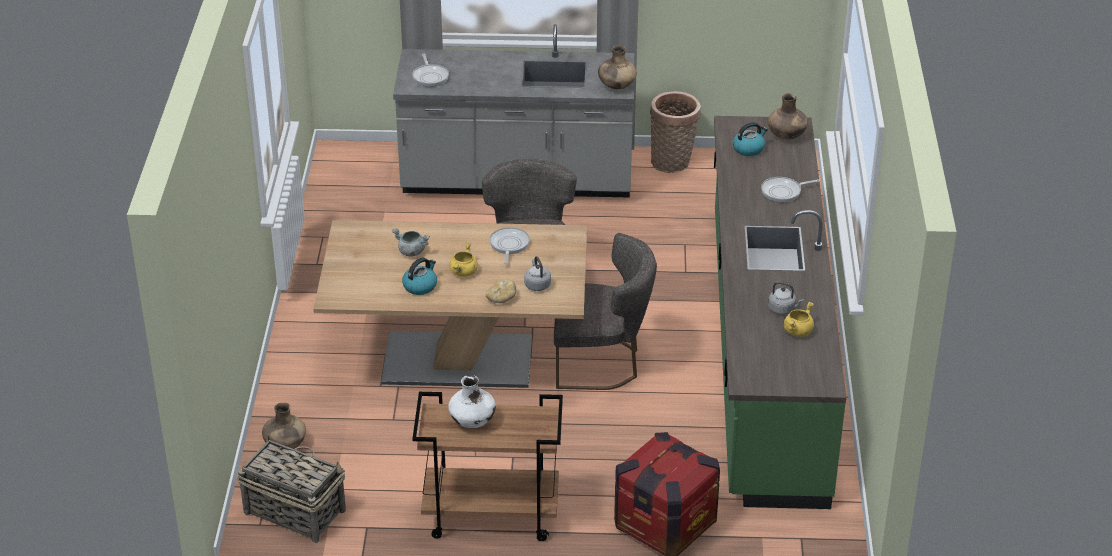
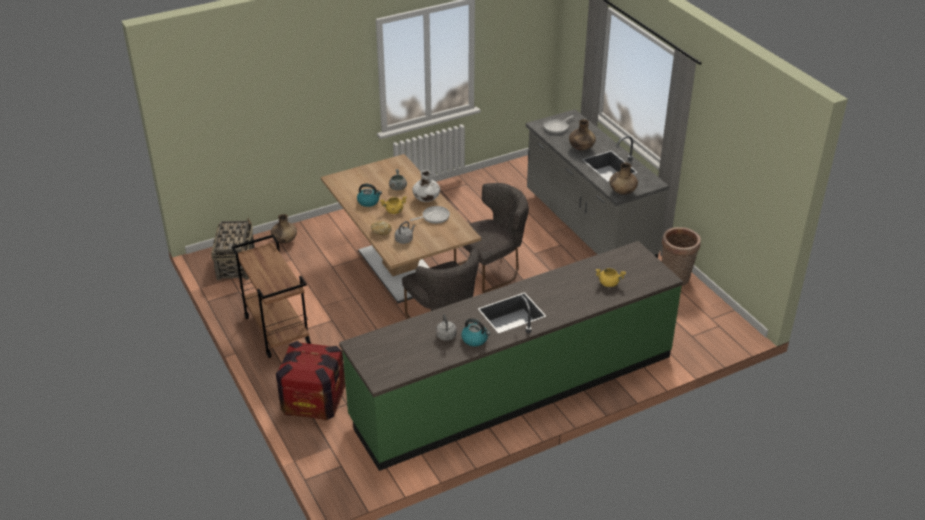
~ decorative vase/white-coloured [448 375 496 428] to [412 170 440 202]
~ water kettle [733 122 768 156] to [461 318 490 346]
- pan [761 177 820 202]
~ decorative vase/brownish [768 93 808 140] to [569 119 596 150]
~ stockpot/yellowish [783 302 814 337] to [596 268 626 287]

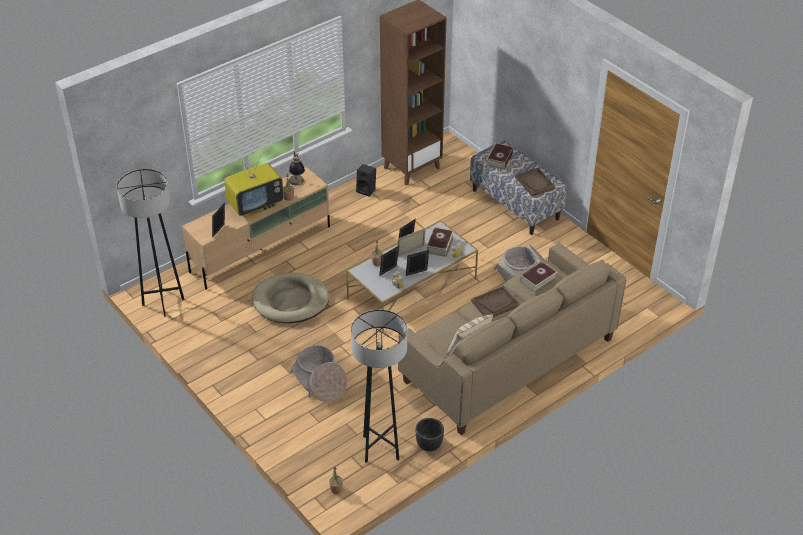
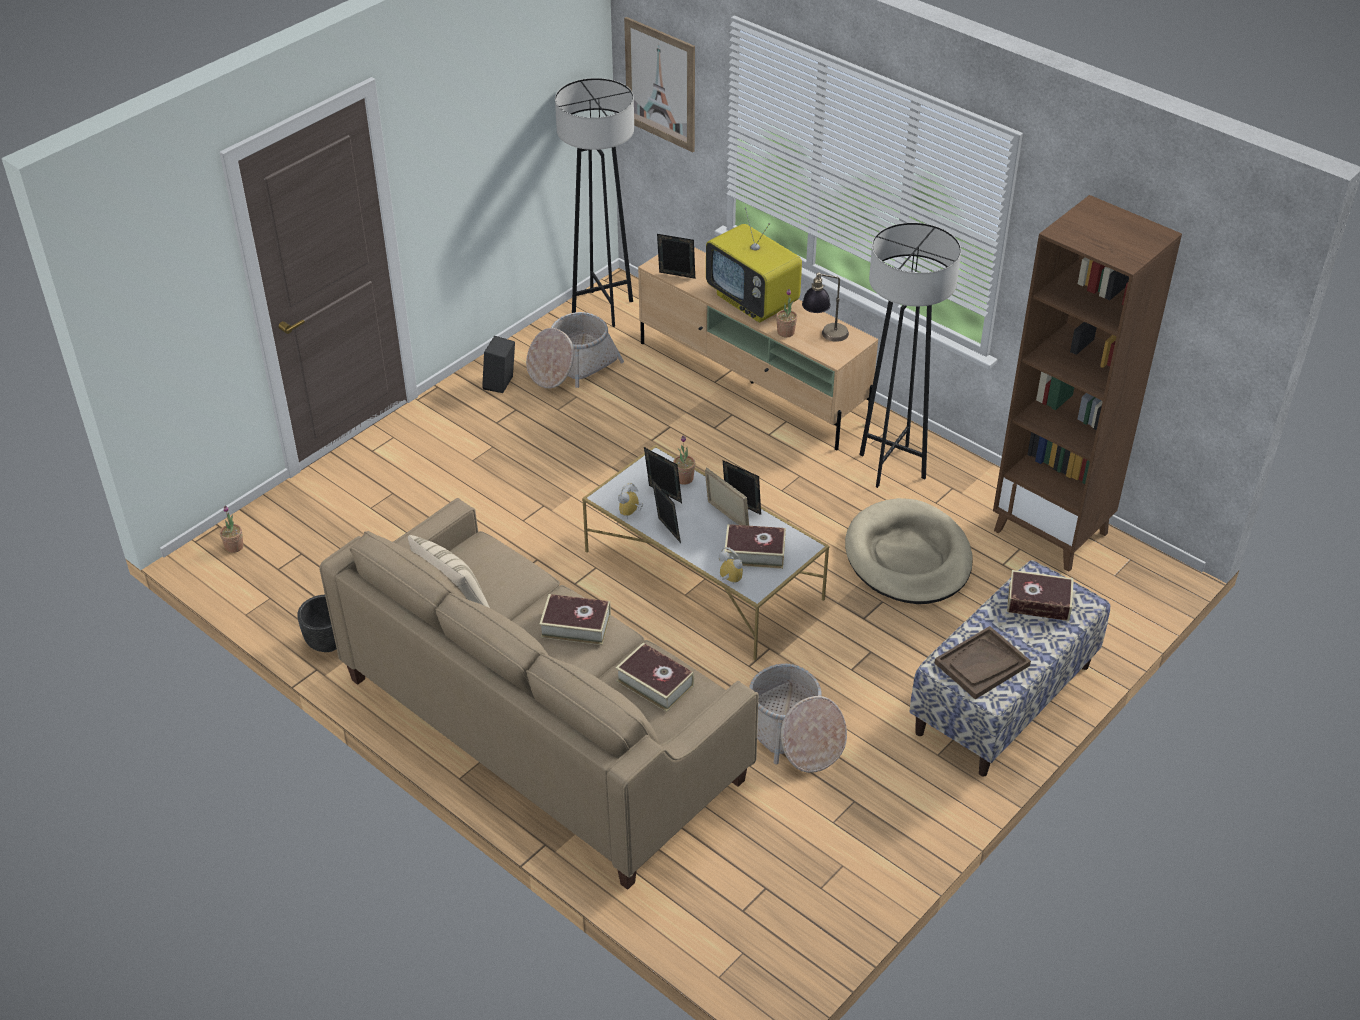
~ pet bed/sand-coloured [252 273 329 323] to [845 498 973 604]
~ storage basket [290 345 347 402] to [526 312 624 388]
~ standard lamp/gray [351 310 407 462] to [859 223 961 488]
~ speaker/black-coloured [356 164 376 197] to [482 336 515 393]
~ tray/brownish [471 286 519 317] to book [539 594 611 645]
+ wall art [624 17 695 152]

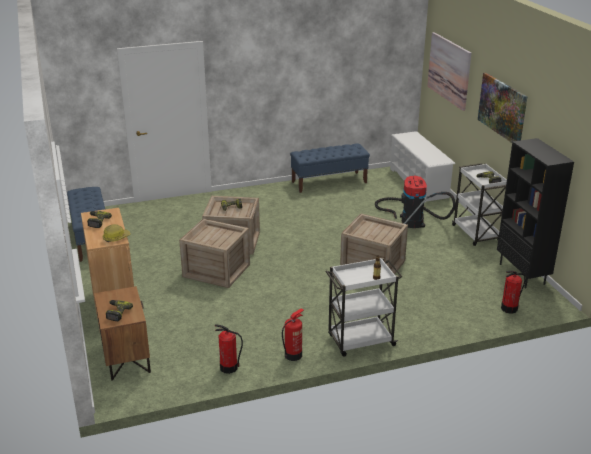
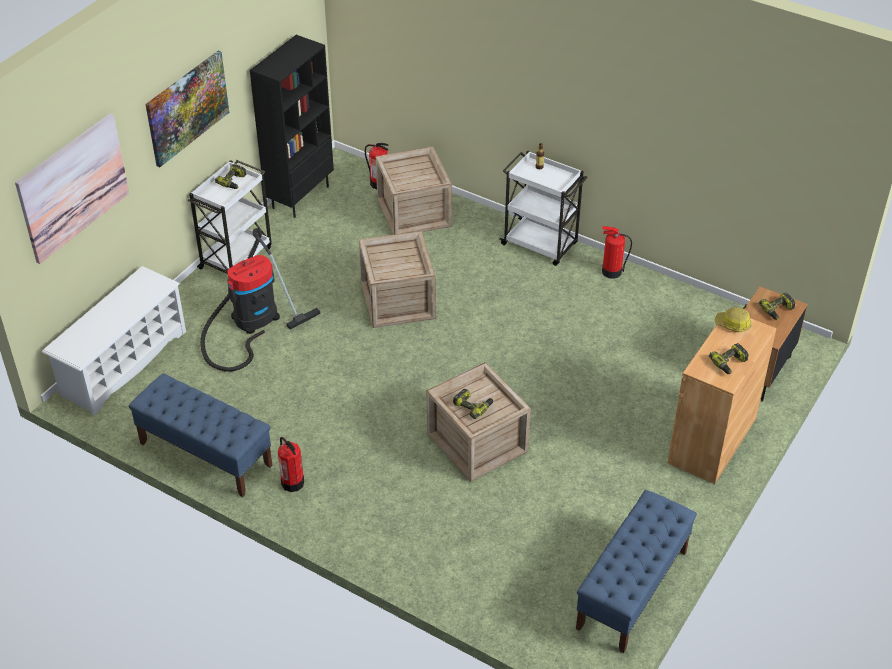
~ crate [179 219 250 288] to [376 146 452 235]
~ extinguisher [215 324 243 374] to [278 437 304 492]

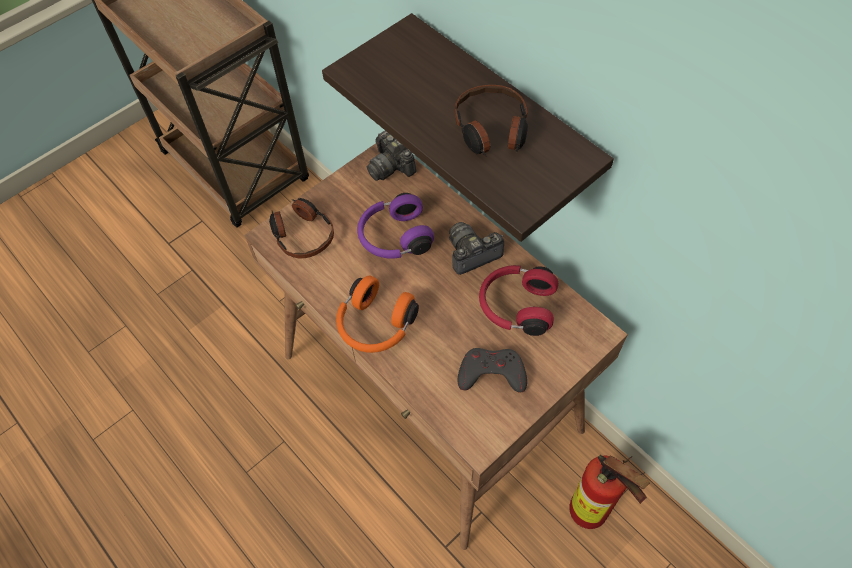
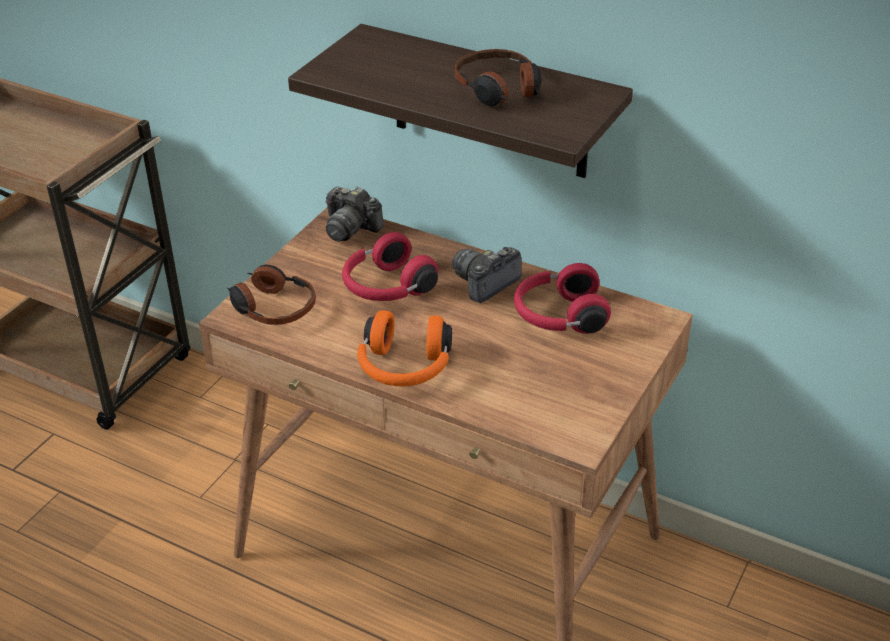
~ headphones/purple-coloured [357 193 434 259] to headphones/red [342 232 438 301]
- joypad/gray [458 348 527 392]
- extinguisher [569 455 650 529]

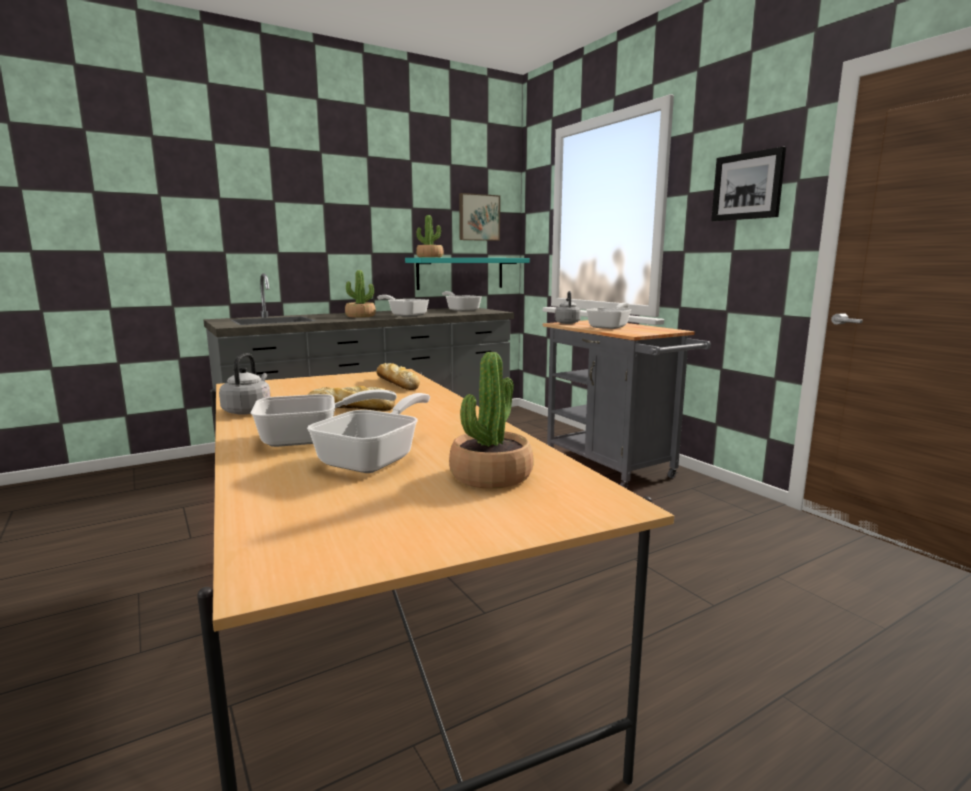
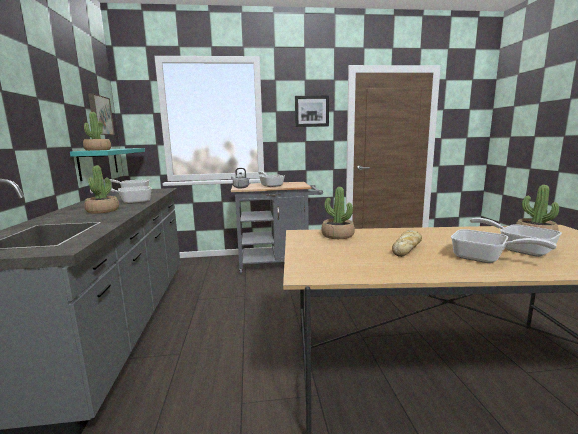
- water kettle/gray [219 353 270 415]
~ pan [251 389 397 447] = [451 229 557 263] 120 degrees clockwise
~ bread [376 363 420 390] to potted plant [322 187 355 239]

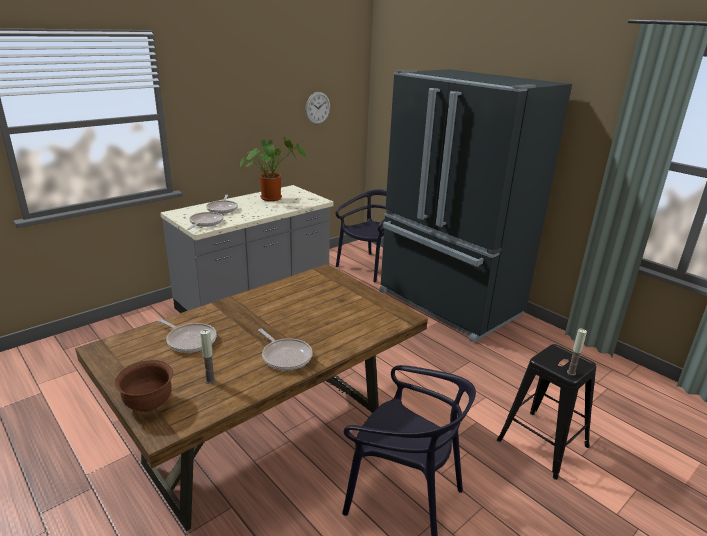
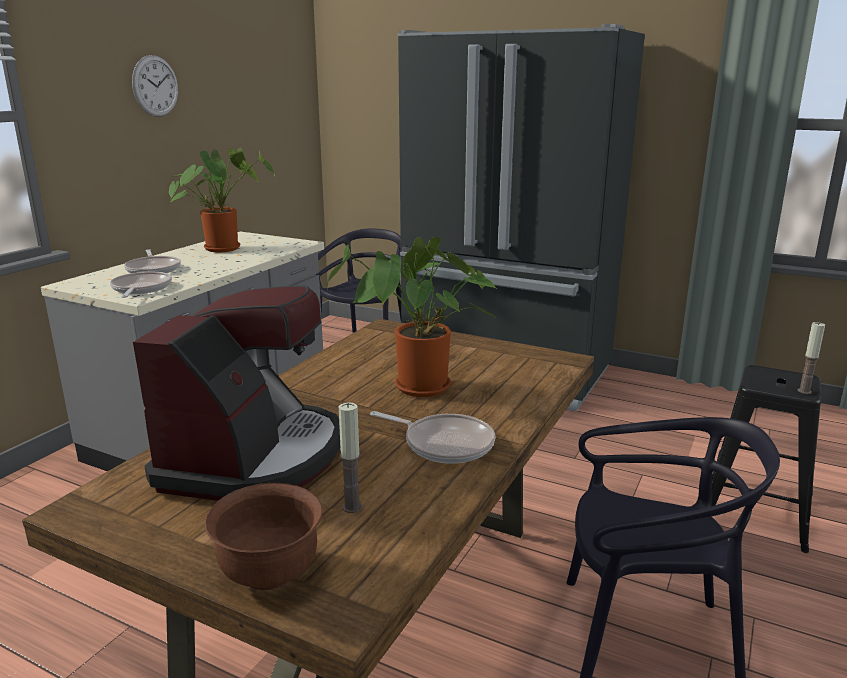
~ pan [157 319 217 353] to coffee machine [133 285 340 501]
~ wall clock [305 92 330 124] to [132 55 178 117]
+ potted plant [327 237 499 397]

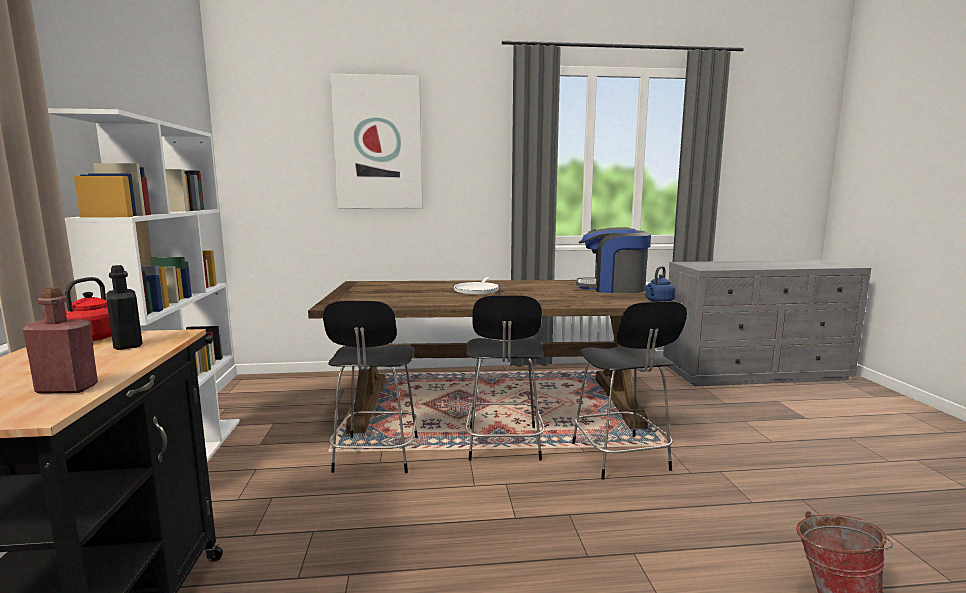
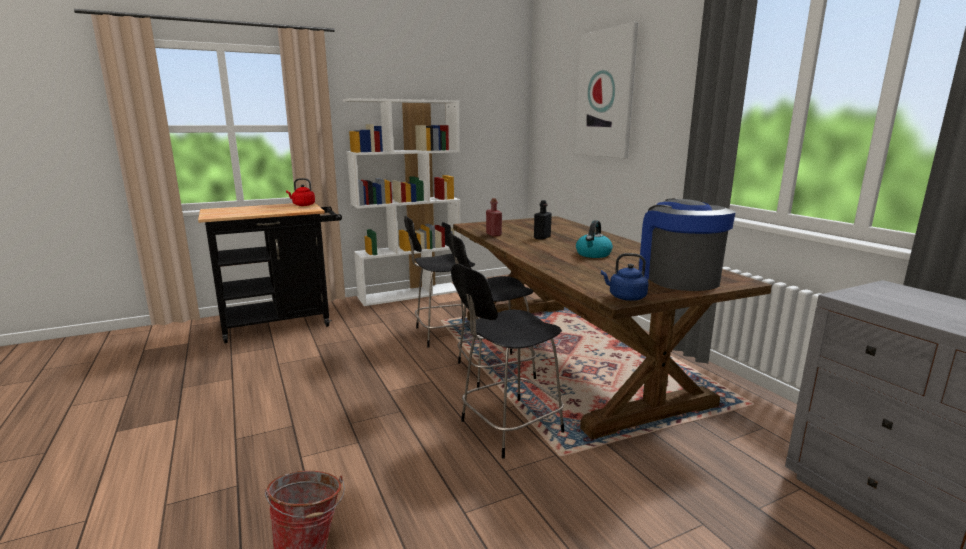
~ beverage bottle/red [22 287 98 394] to [486 198 502 237]
~ beverage bottle/black-coloured [106 265 143 350] to [534 200 552 240]
- pan/white-coloured [453 277 499 295]
+ water kettle [576 220 613 258]

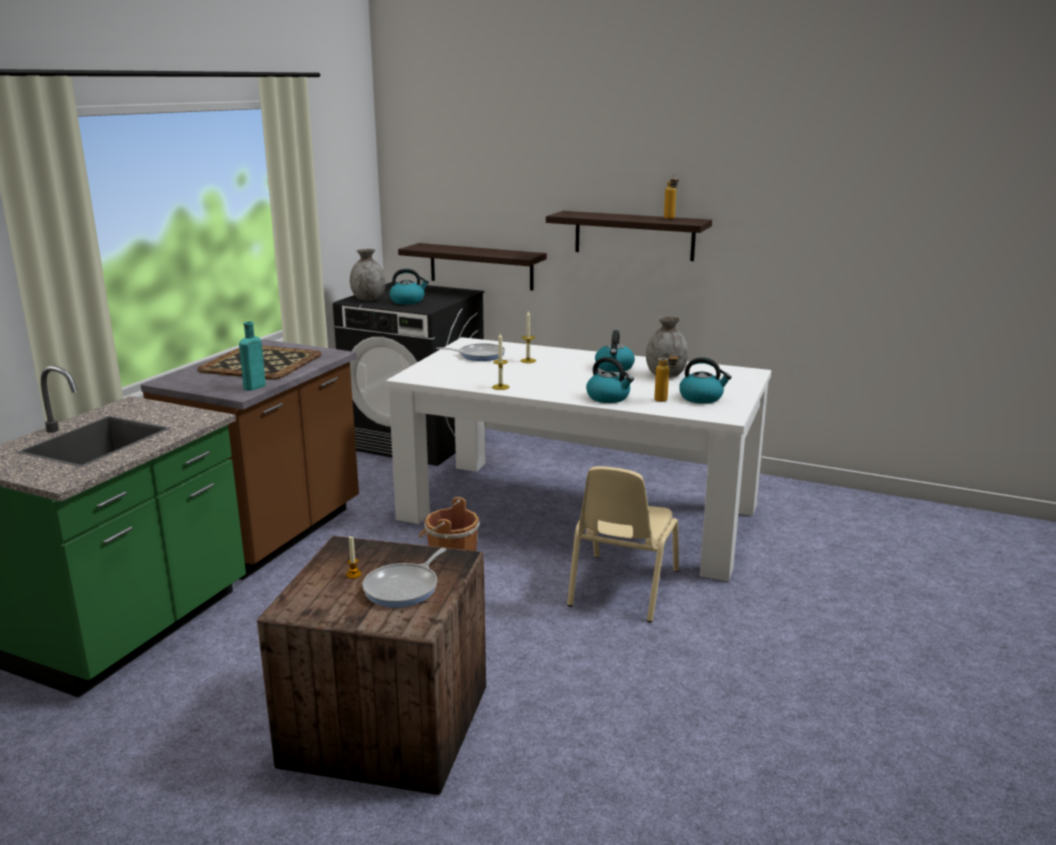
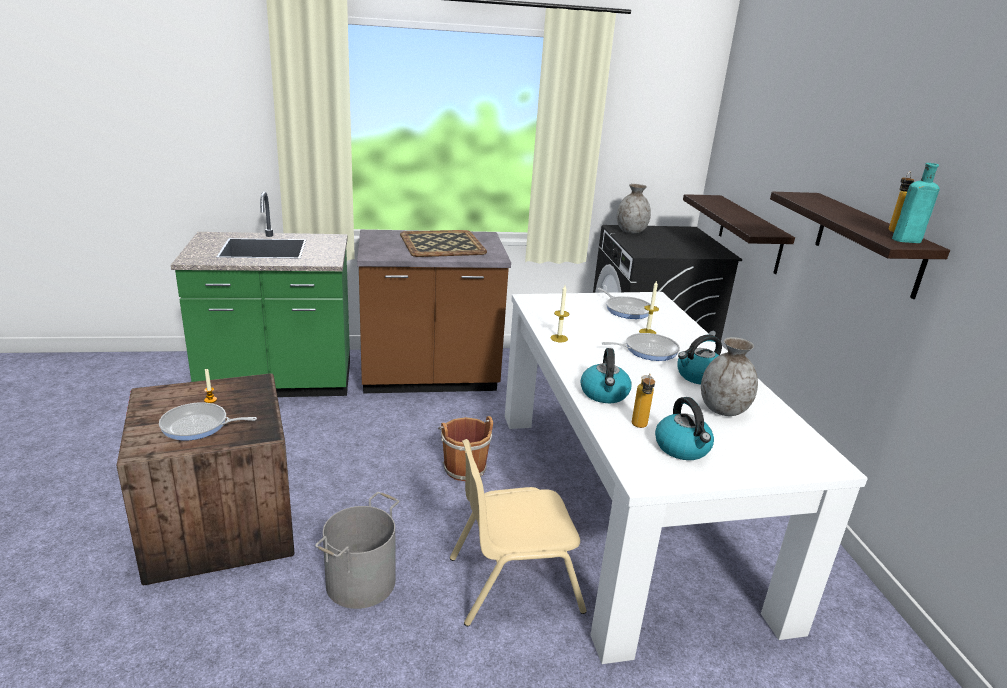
~ beverage bottle/blue-green [239 321 266 391] to [892 163 940 243]
- water kettle [389 268 429 304]
+ bucket/gray [315 492 399 609]
+ pan [602 333 680 361]

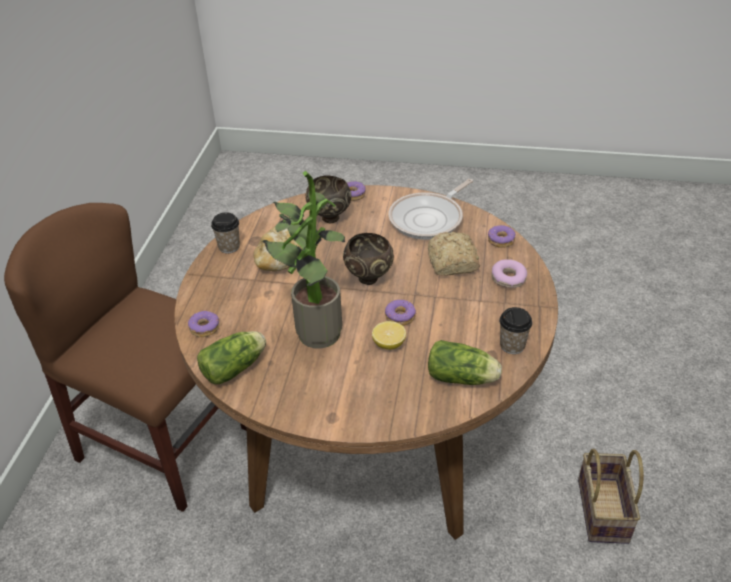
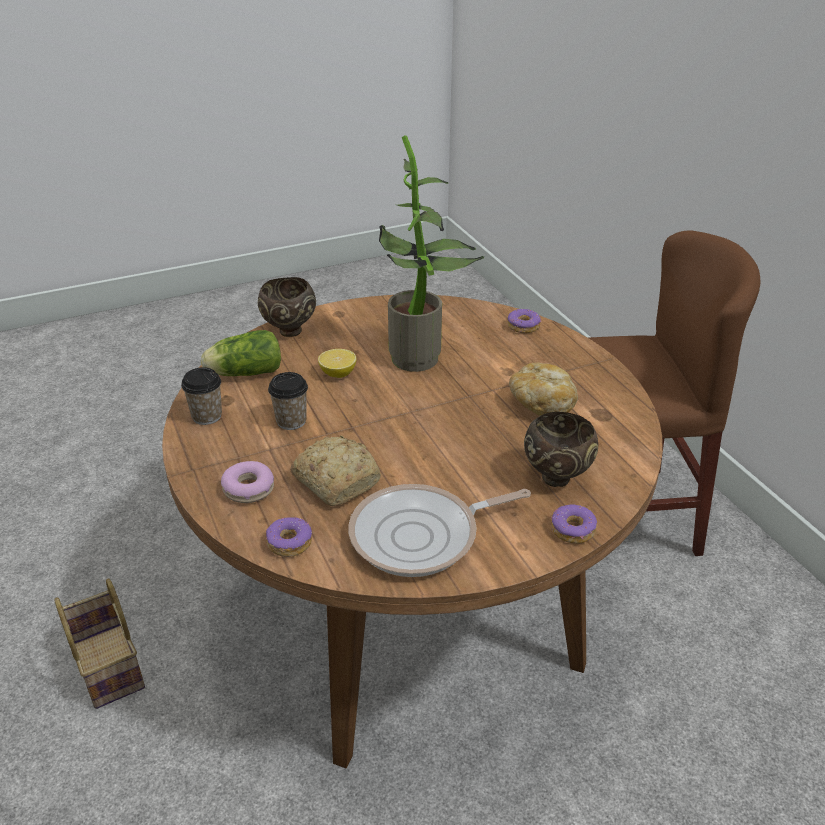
- lettuce head [197 331 266 384]
~ drinking cup [211 212 240 253] to [268 372 308 430]
~ serving bowl/brownish [343 233 394 285] to [258 277 316 337]
- doughnut [385 299 416 326]
~ pan [388 179 473 240] = [348 484 531 577] 120 degrees counterclockwise

